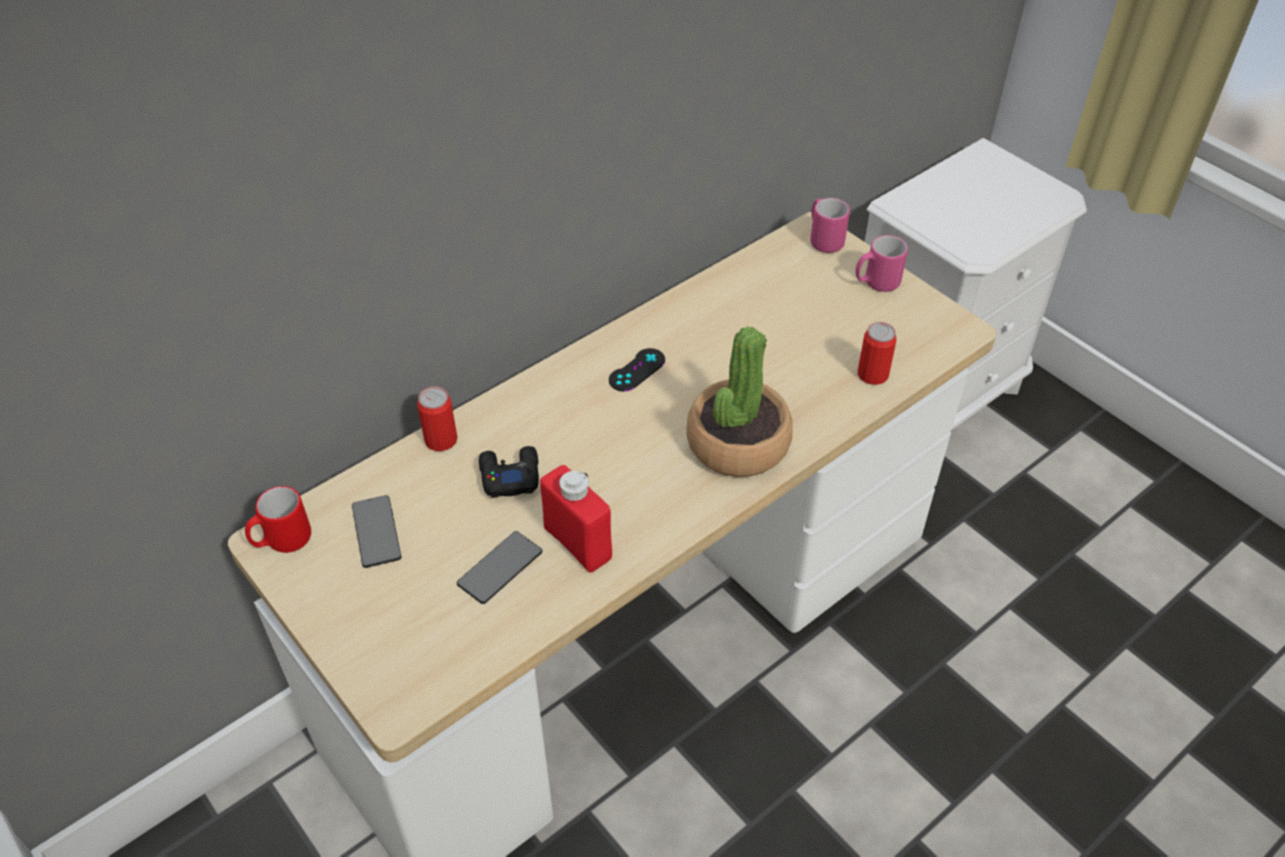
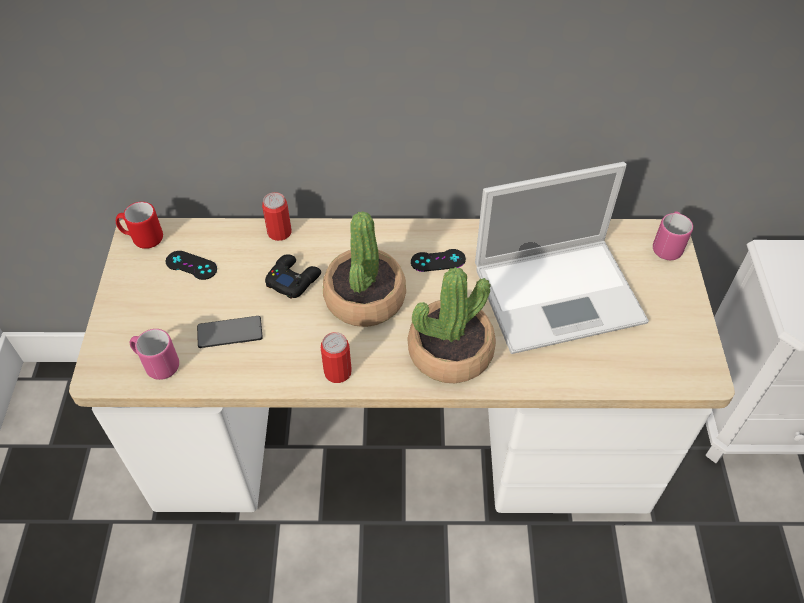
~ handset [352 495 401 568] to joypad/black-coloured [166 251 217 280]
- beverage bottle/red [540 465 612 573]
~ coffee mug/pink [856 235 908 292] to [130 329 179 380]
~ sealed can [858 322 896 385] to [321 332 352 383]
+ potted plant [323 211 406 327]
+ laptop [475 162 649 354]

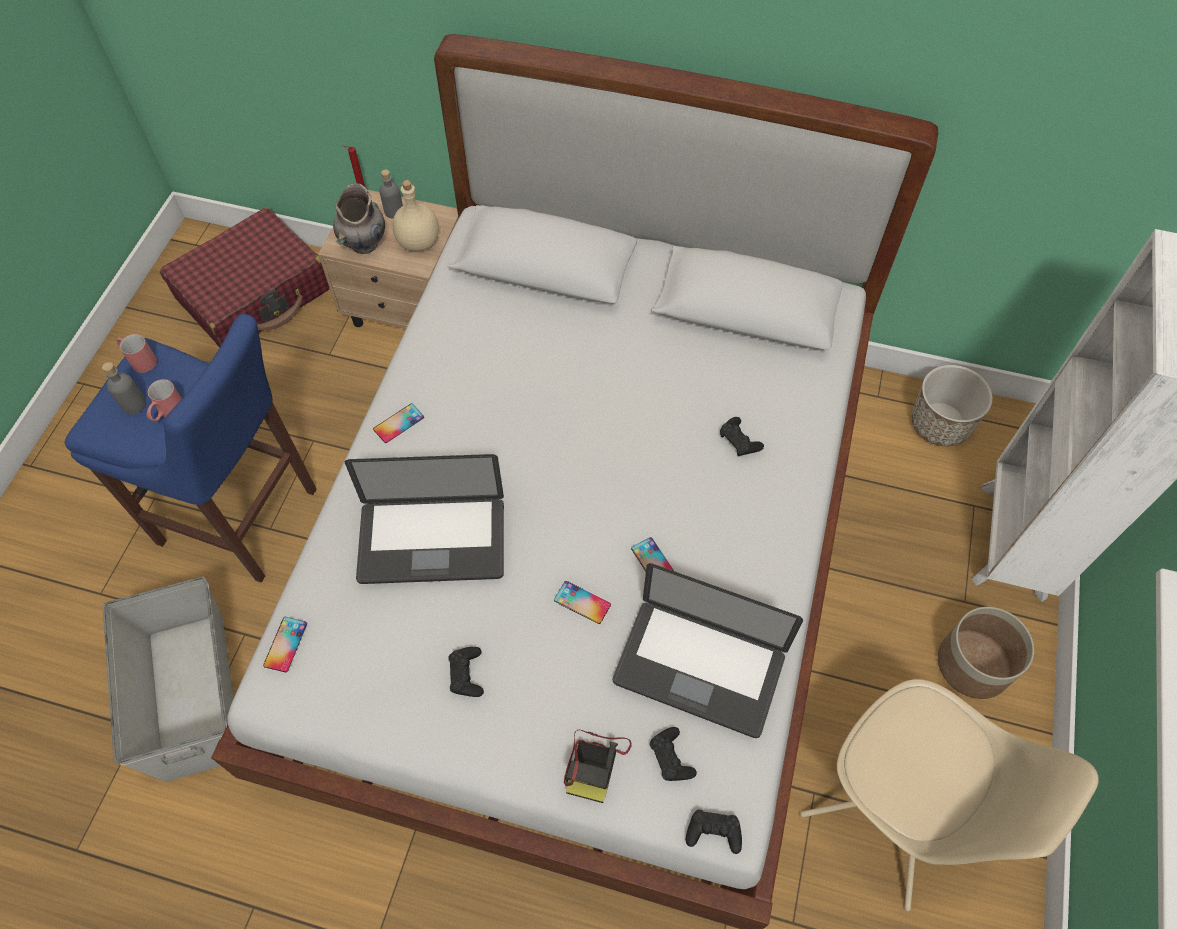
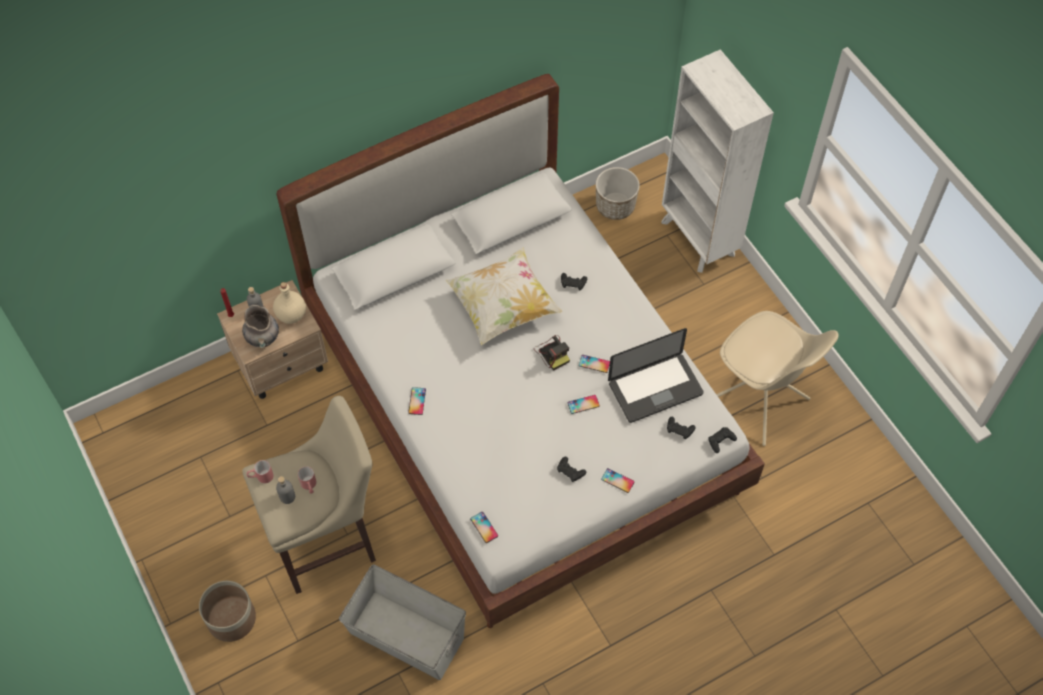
~ sitting stool/blue-coloured [65 314 317 583] to sitting stool/sand-coloured [242 396 376 594]
- suitcase/red [160 208 330 348]
- laptop [345 454 504 584]
~ photo camera [564 730 631 803] to [534 335 570 371]
~ upright chair/sand-coloured [800 679 1099 911] = [716 311 839 446] 45 degrees clockwise
~ flower pot [938 607 1034 699] to [199 581 256 642]
+ throw pillow [445 247 562 346]
+ handset [601 468 635 493]

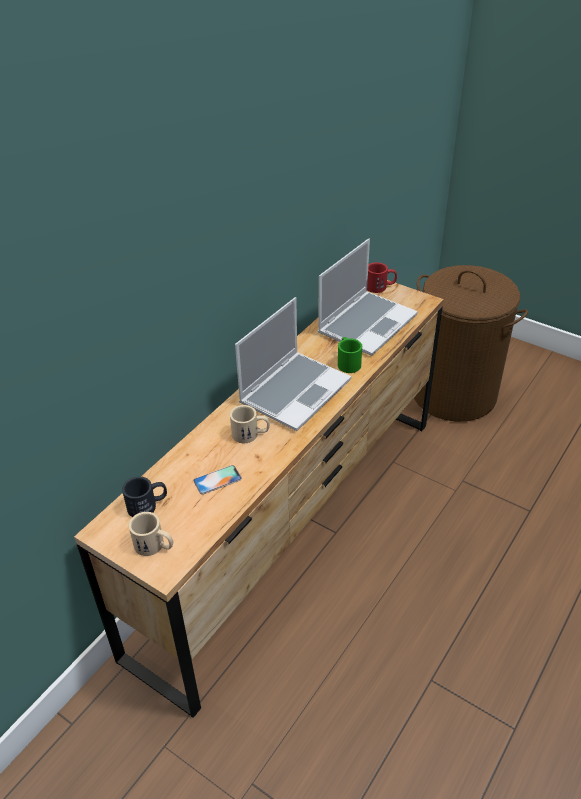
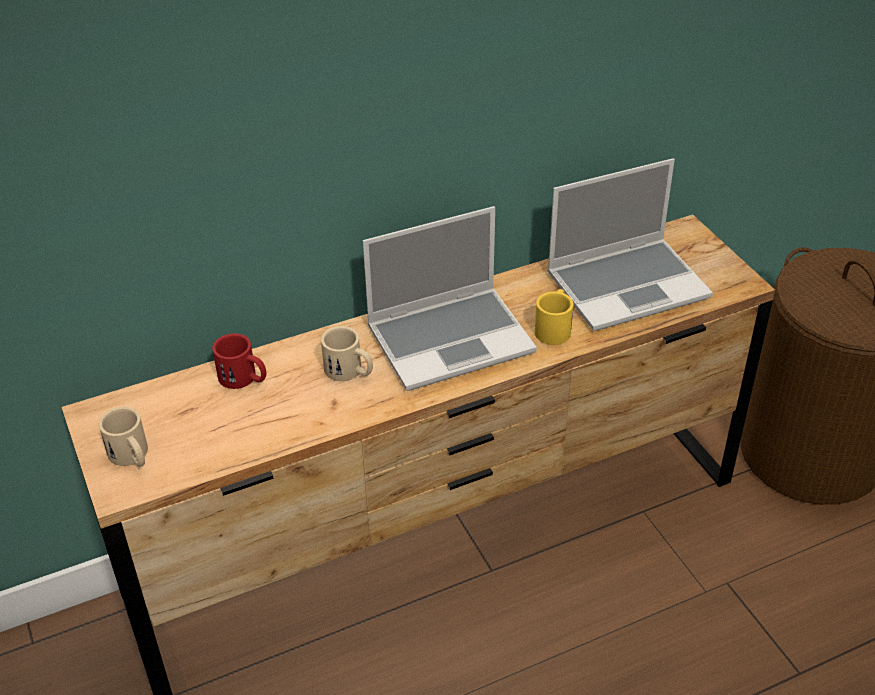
- coffee mug/black-coloured [122 476 167 517]
- handset [193 465 242 494]
~ coffee mug/greenish [338 337 362 373] to coffee mug/yellowish [535 289 574 345]
~ coffee mug/red [367 262 397 293] to [212 333 266 389]

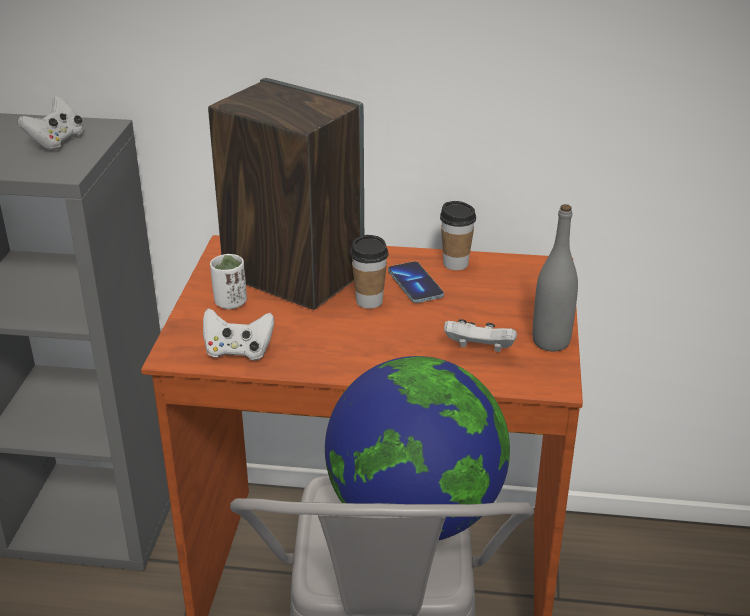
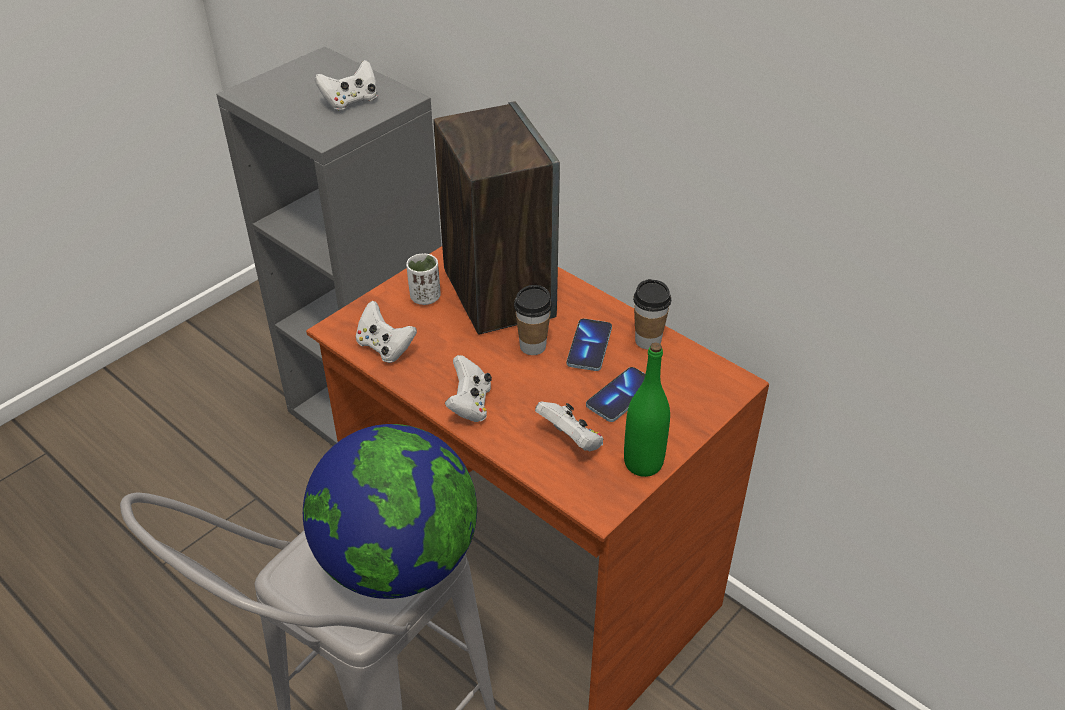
~ beverage bottle/gray [533 204 578 351] to beverage bottle/greenish [624 342 670 477]
+ joypad/white-coloured [445 355 492 422]
+ handset [586 367 645 422]

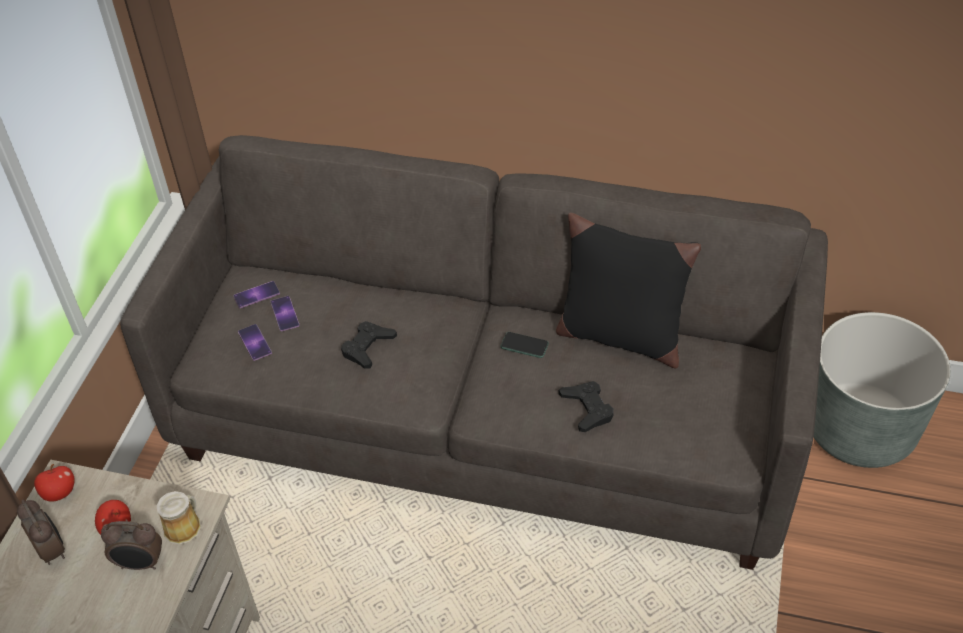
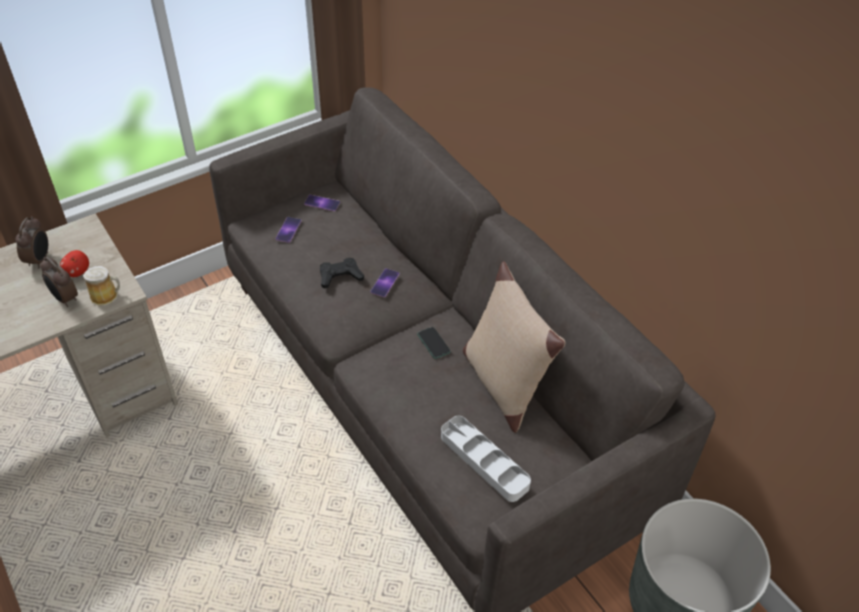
- apple [34 464 75 502]
~ handset [270 296 300 331] to [370 268 400 297]
~ throw pillow/black-coloured [556 213 701 368] to throw pillow/sand-coloured [463 261 566 433]
- joypad/black-coloured [559 381 614 432]
+ tray/gray [441 416 531 502]

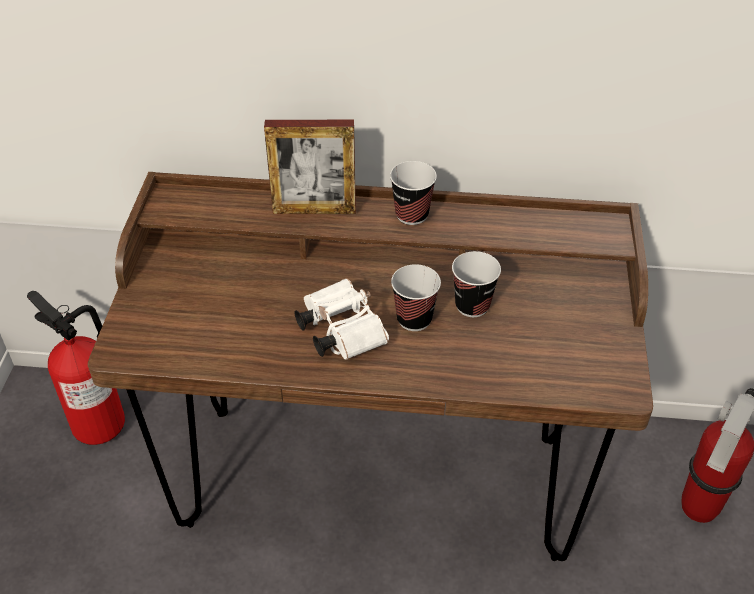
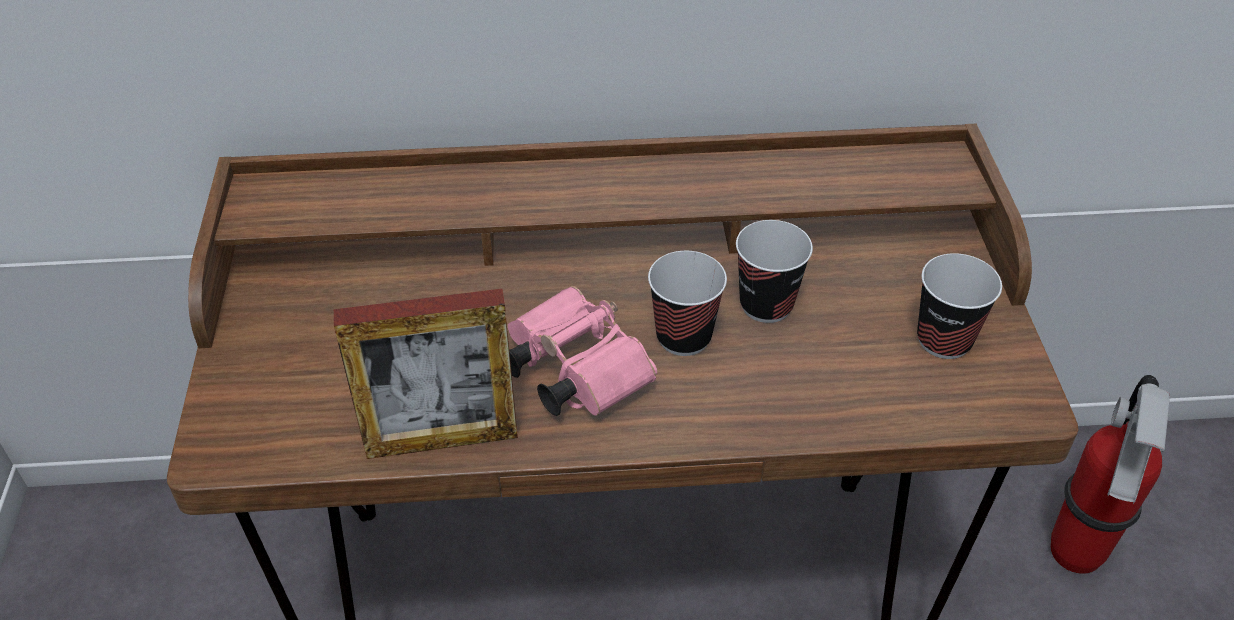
- extinguisher [27 291 125 445]
~ photo frame [264 120 356 214] to [334 289 518 459]
~ pair of binoculars/white-coloured [295 278 389 360] to pair of binoculars/pink [508 286 657 416]
~ drinking cup [390 161 437 225] to [917 253 1002 359]

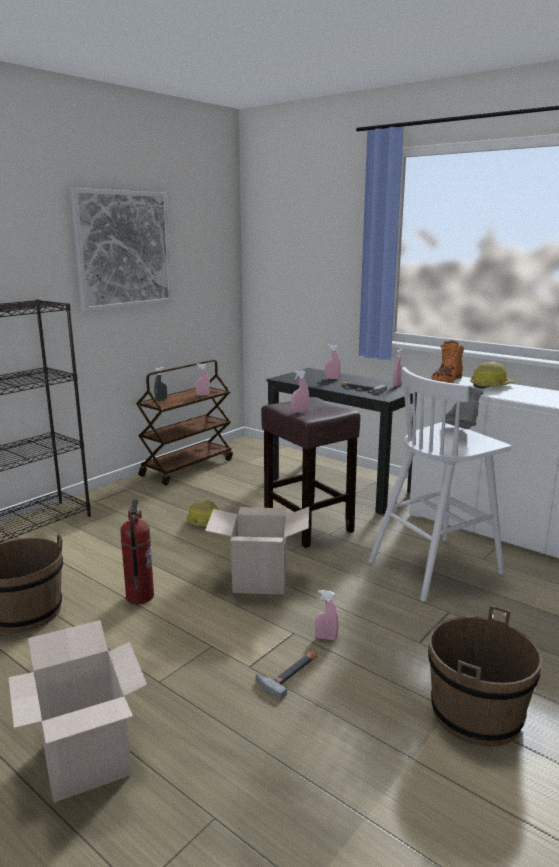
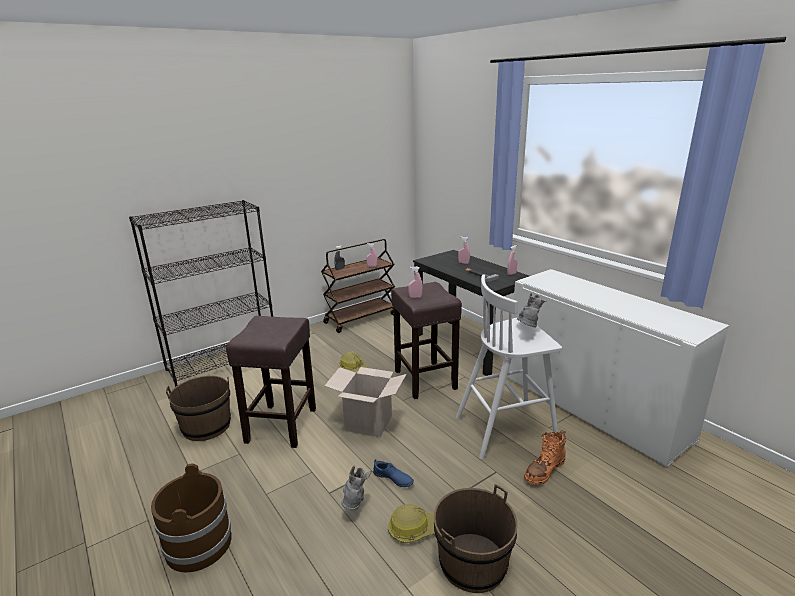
~ carton [8 620 147 803] to bucket/brownish [151 463 232 573]
- wall art [70 188 172 312]
~ extinguisher [120 499 154 604] to sitting stool/brownish [226 316 316 448]
~ tool hammer [256 651 317 700] to high-top boot/gray [341 466 371 511]
~ sprayer/pink [315 590 339 640] to shoe/blue-coloured [373 459 414 487]
~ high-top boot/orange-coloured [431 341 464 383] to [524 430 566 485]
~ safety helmet [470 361 515 389] to [388 504 435 543]

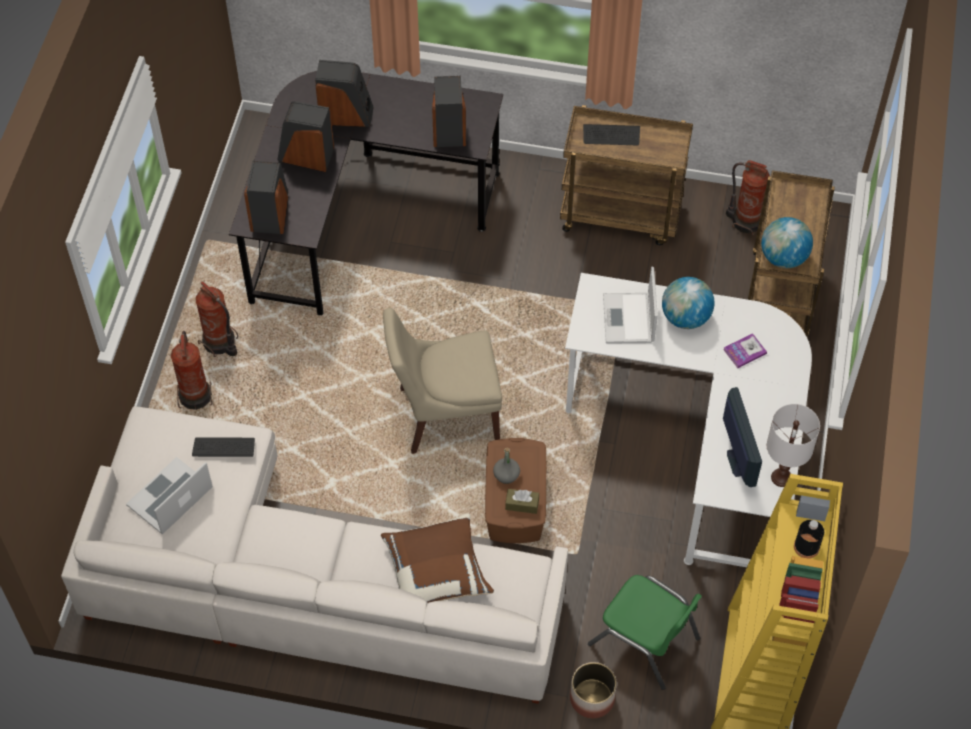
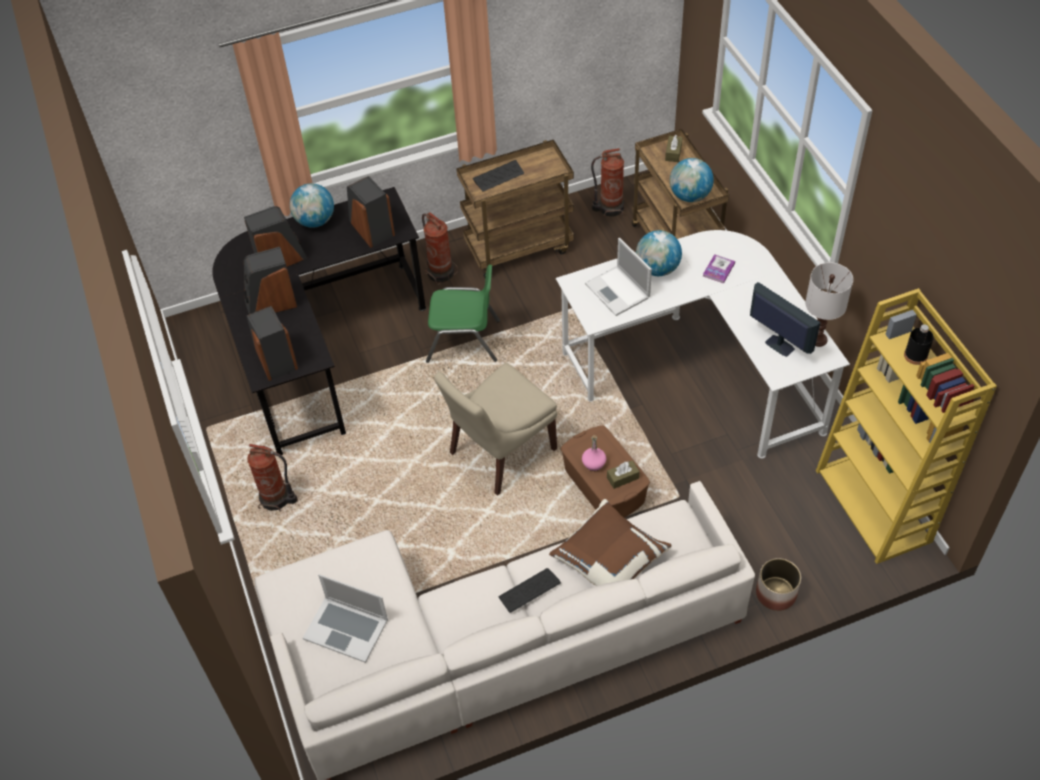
~ laptop [126 457 213 534] = [303 574 388 663] 75 degrees counterclockwise
~ extinguisher [171 331 213 410] to [422 212 458 285]
~ computer keyboard [192 437 255 457] to [499 568 561 613]
~ beverage bottle/gray [493 447 520 484] to beverage bottle/pink [582 435 606 471]
~ upright chair/greenish [588 575 702 690] to [426 265 500 363]
+ world globe [290 183 334 228]
+ box of tissues/brownish [665 135 683 162]

